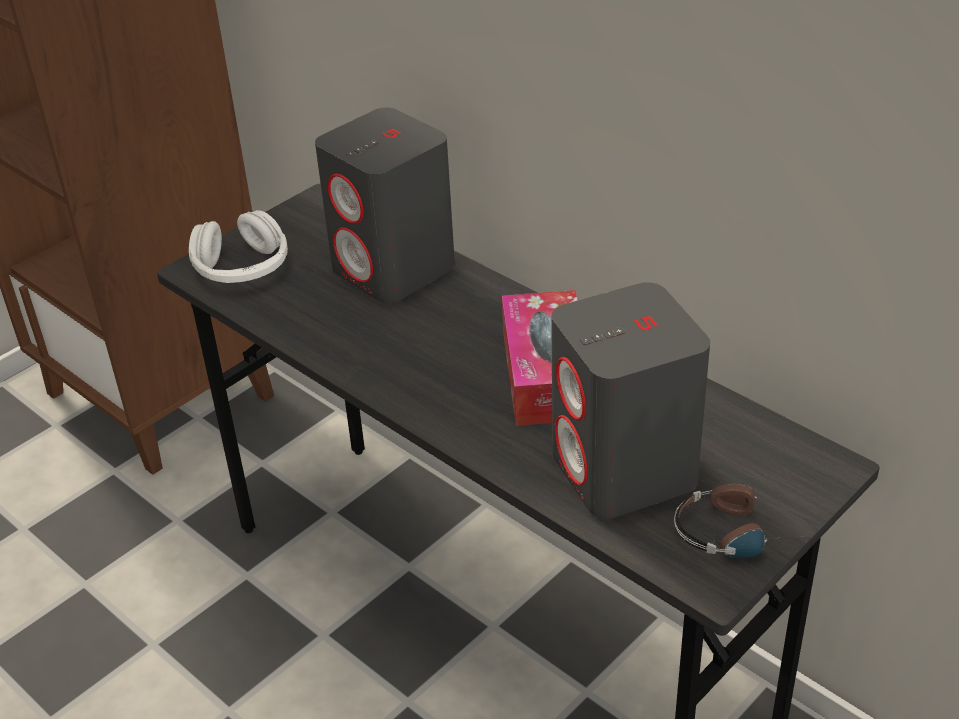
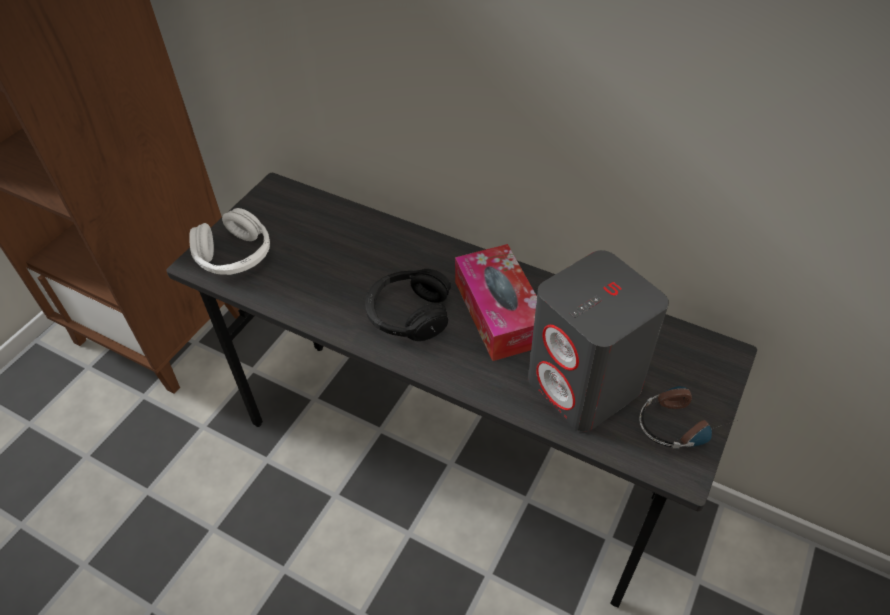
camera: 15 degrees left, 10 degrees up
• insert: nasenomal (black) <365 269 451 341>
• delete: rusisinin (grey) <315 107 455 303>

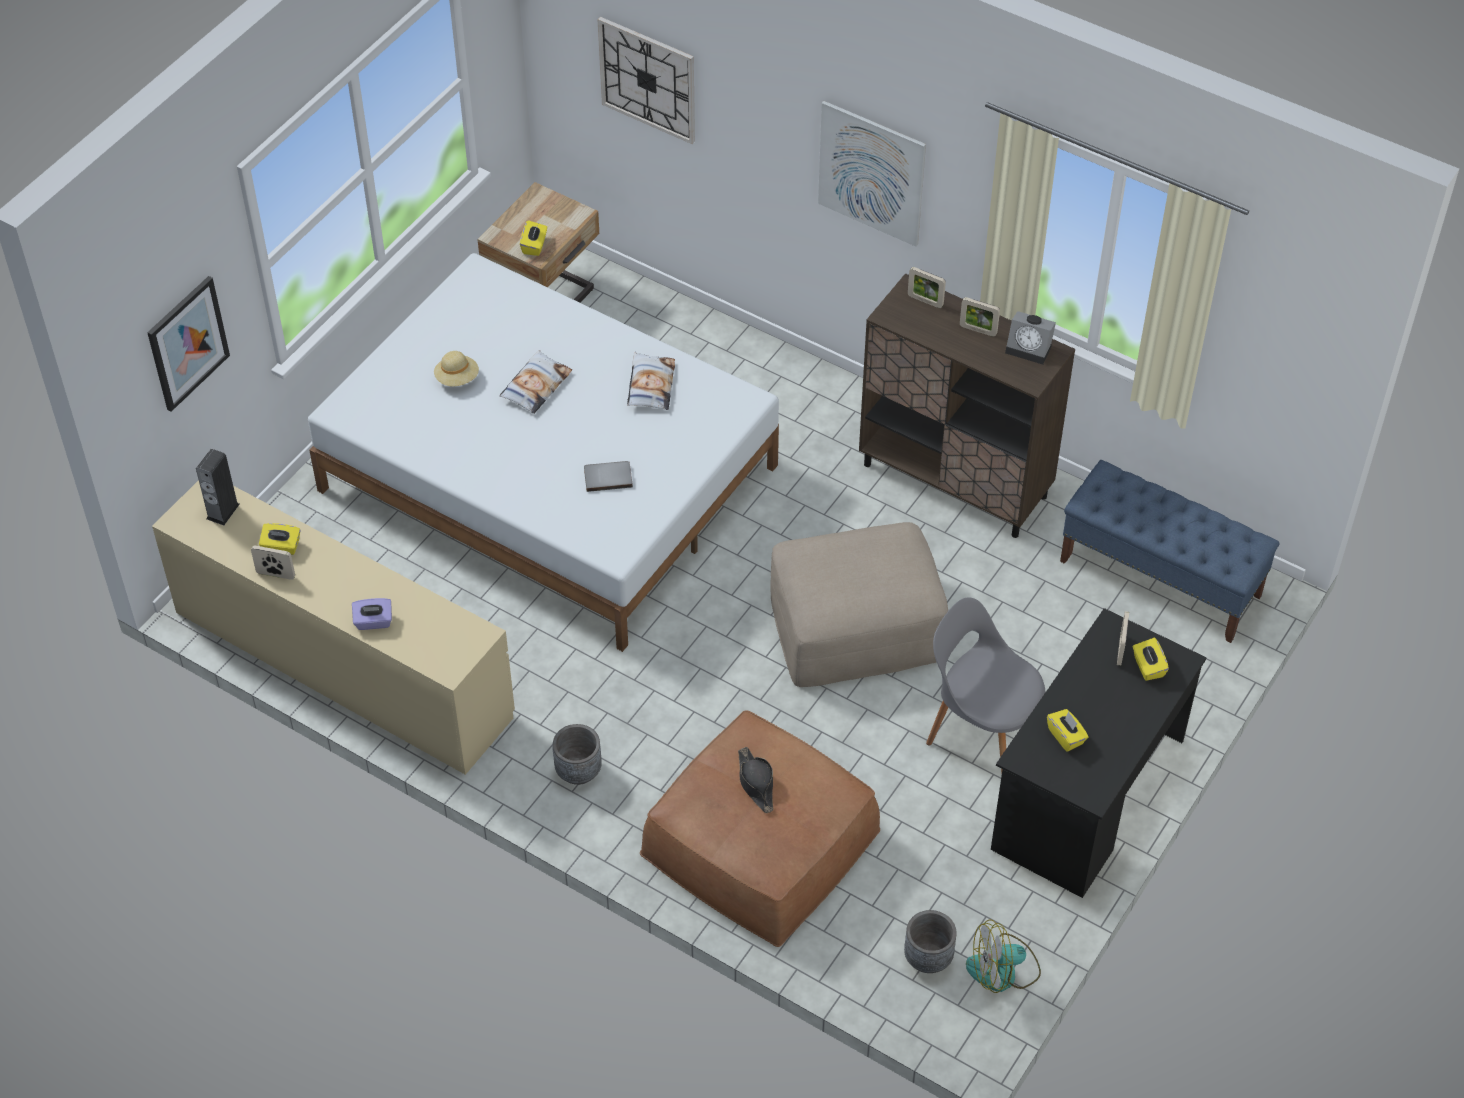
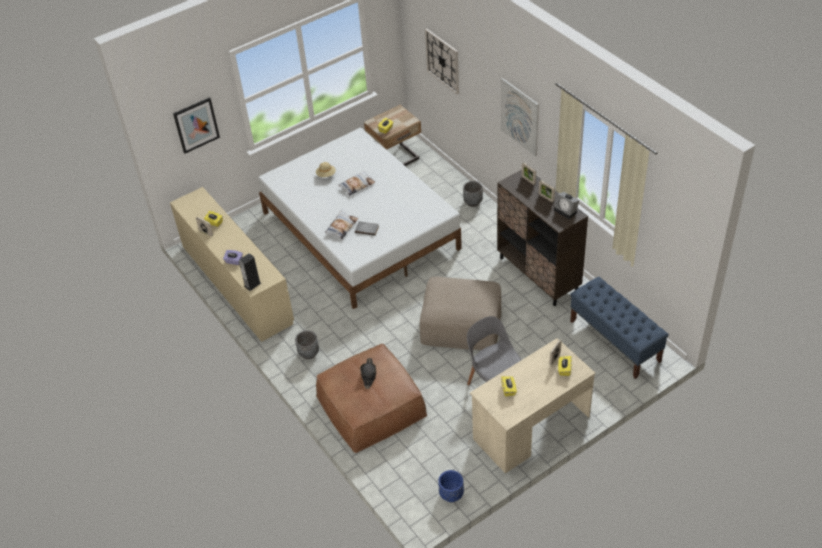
camera: 25 degrees right, 5 degrees down
• move: rusisinin <196 449 240 525> to <239 253 261 291>
• move: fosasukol <627 352 675 410> to <325 211 358 239>
• replace: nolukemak <966 920 1041 993> to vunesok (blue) <438 470 464 502>
• move: vunesok (grey) <904 910 957 973> to <463 181 483 207>
• recolor: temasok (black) <991 608 1207 898> to temasok (beige) <470 338 596 473>

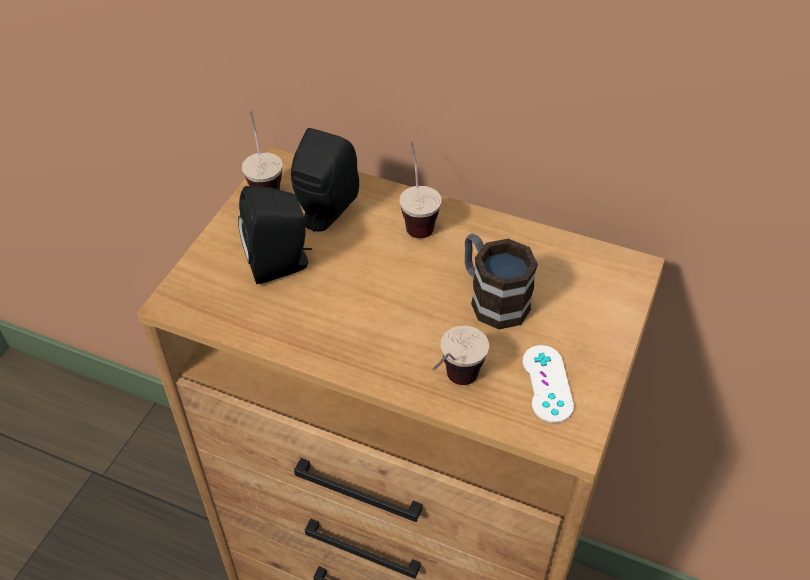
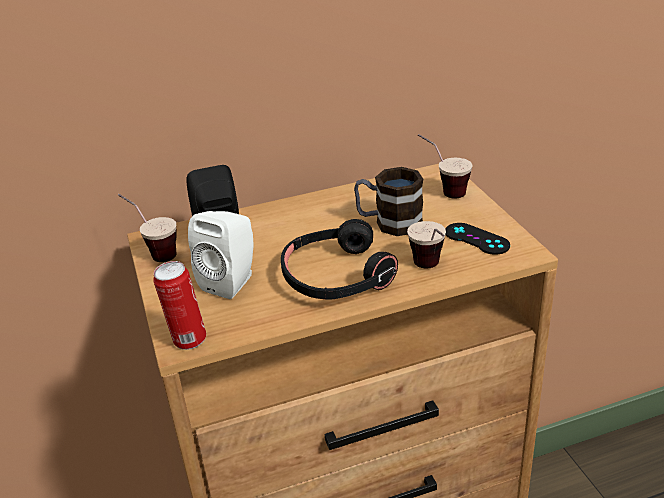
camera: 40 degrees left, 15 degrees down
• insert: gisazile <153 261 206 350>
• recolor: rusisinin (black) <238 186 312 284> to rusisinin (white) <188 211 254 299>
• insert: nasenomal (black) <281 219 398 299>
• move: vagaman <400 141 442 238> to <418 134 472 198>
• recolor: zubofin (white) <523 345 574 423> to zubofin (black) <445 223 510 255>

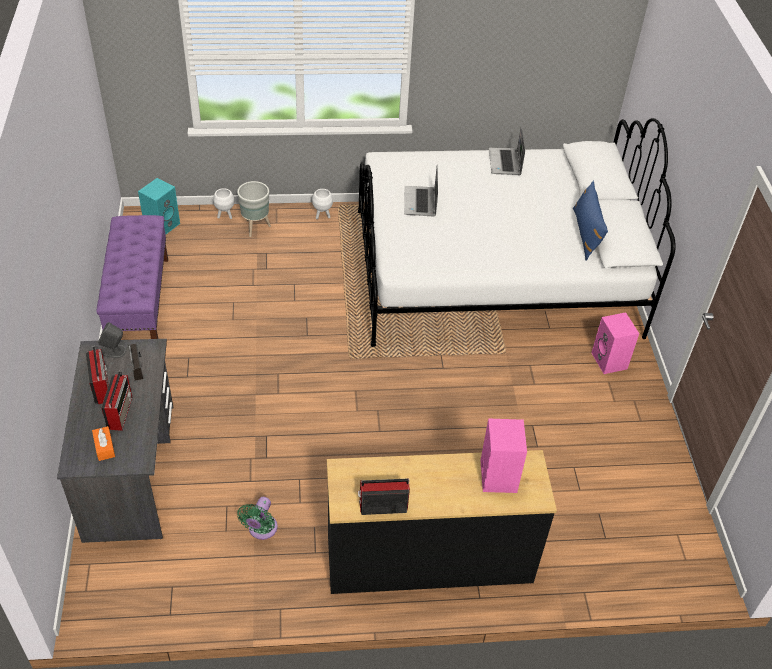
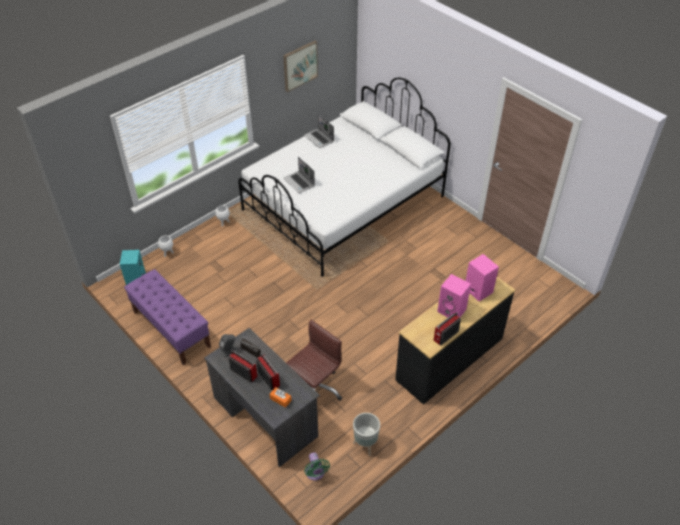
camera: 35 degrees left, 0 degrees up
• insert: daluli <283 41 318 92>
• insert: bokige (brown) <286 320 342 401>
• move: nolukemak (green) <237 497 278 540> to <304 452 330 481>
• move: vunesok (grey) <237 181 271 237> to <353 413 380 456>
• move: rusisinin (pink) <592 312 639 374> to <437 274 471 317>
• delete: fosasukol (blue) <573 181 608 261>

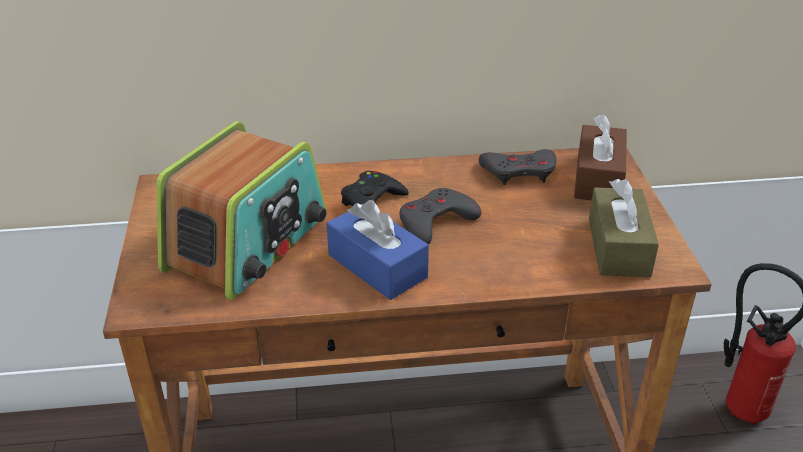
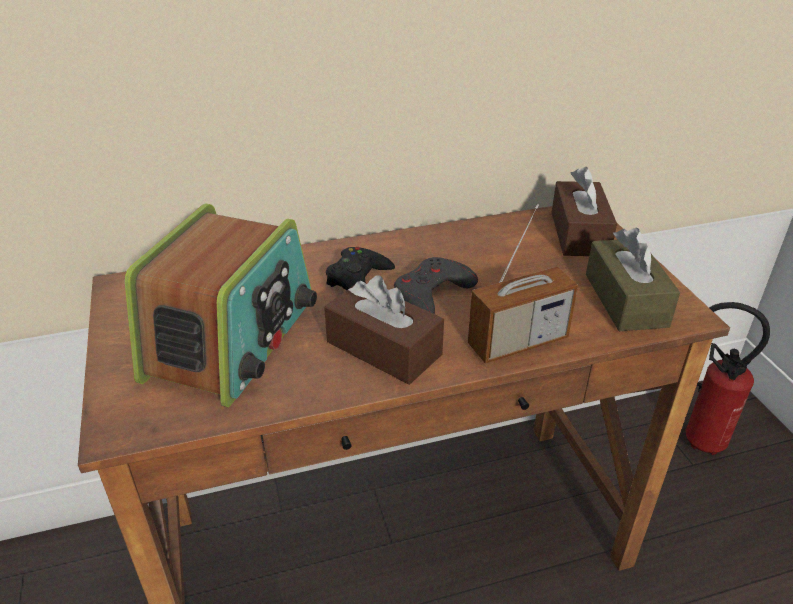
camera: 10 degrees left, 0 degrees up
• recolor: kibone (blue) <327 200 429 300> to kibone (brown) <324 276 444 385>
• insert: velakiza <468 204 578 364>
• delete: zubofin (grey) <479 149 556 185>

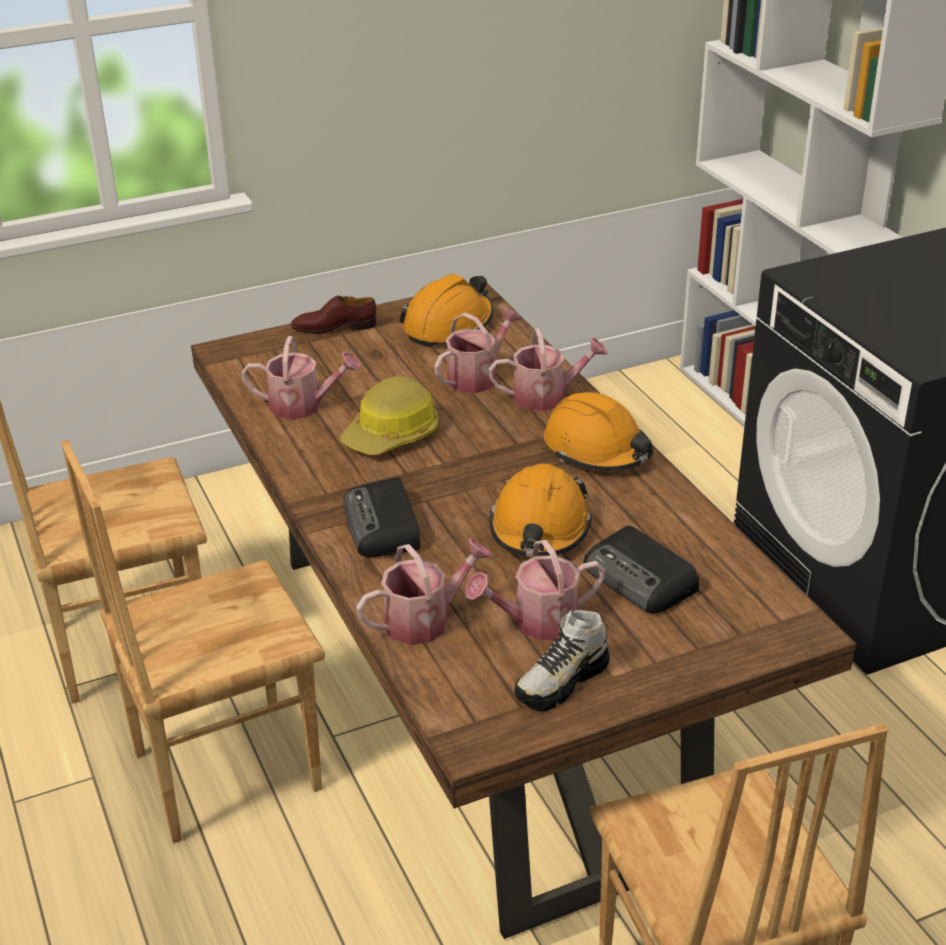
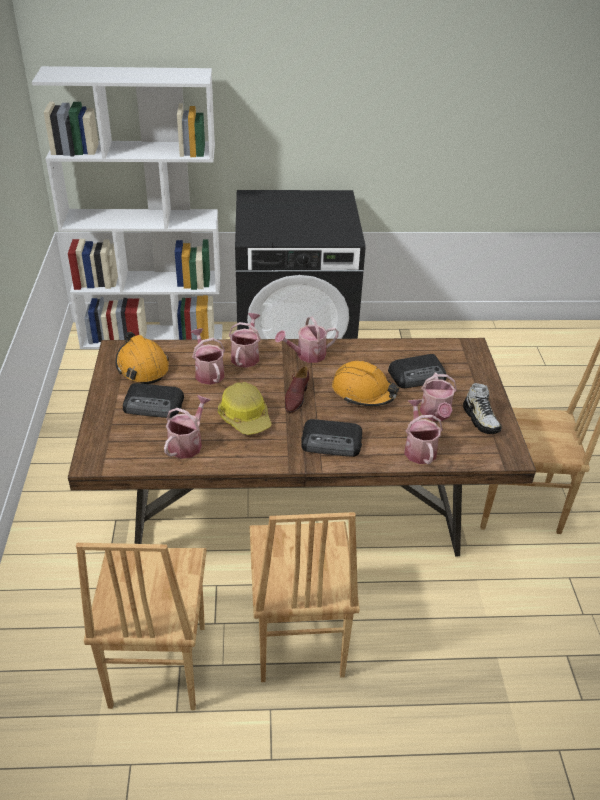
camera: 70 degrees left, 5 degrees up
• insert: velakiza <123 383 184 418>
• replace: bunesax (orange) <544 392 653 471> to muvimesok <275 317 339 363>
• move: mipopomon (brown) <291 296 376 334> to <285 366 309 413>

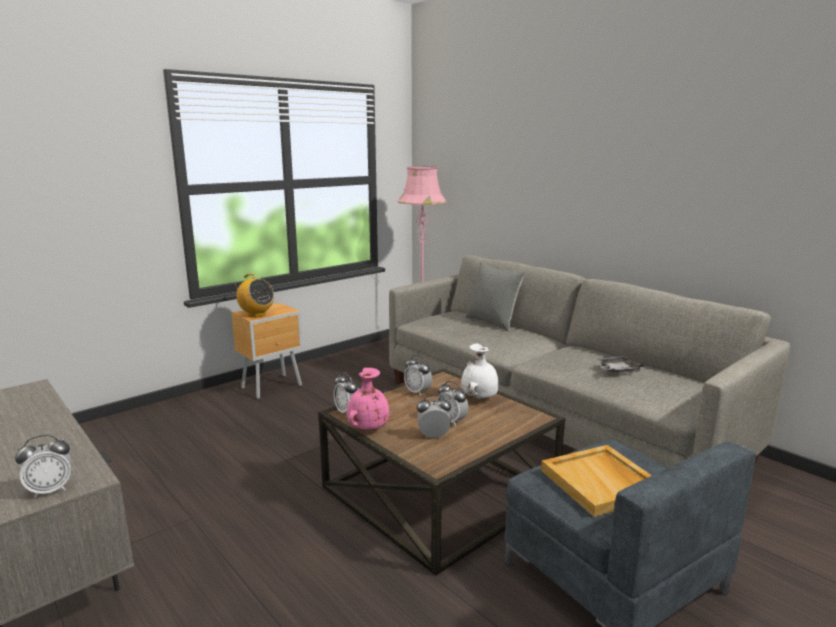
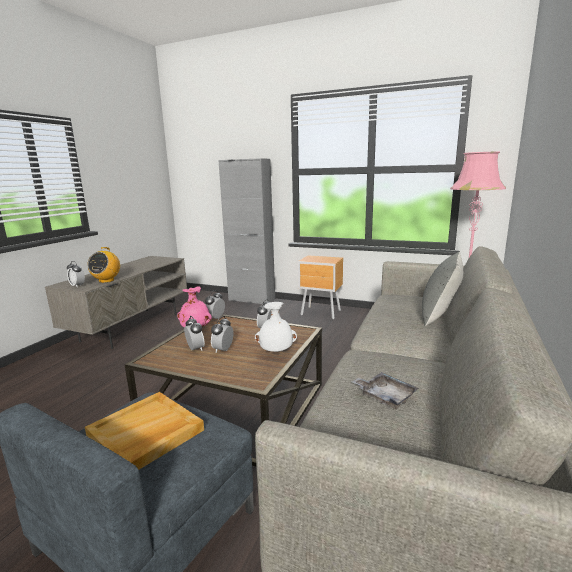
camera: 65 degrees right, 0 degrees up
• move: velakiza <234 274 274 317> to <87 247 120 283>
• insert: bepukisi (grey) <218 158 275 304>

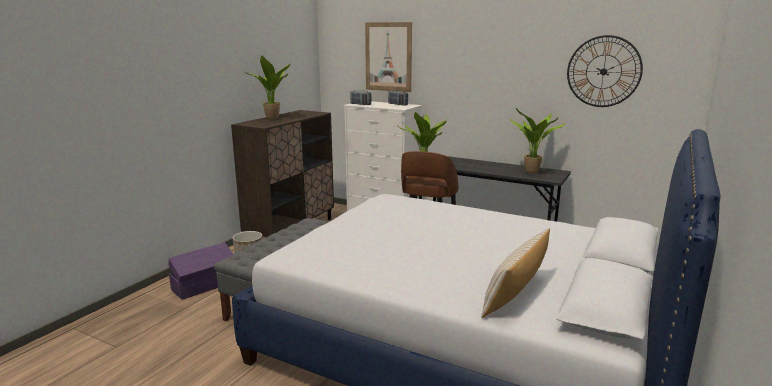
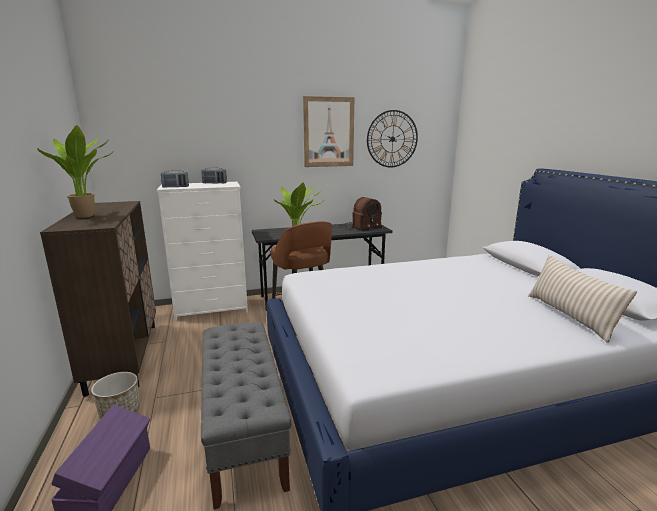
camera: 45 degrees left, 0 degrees up
• move: daluli <365 22 412 92> to <303 96 355 167>
• replace: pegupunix <510 108 566 174> to velakiza <341 197 382 231>

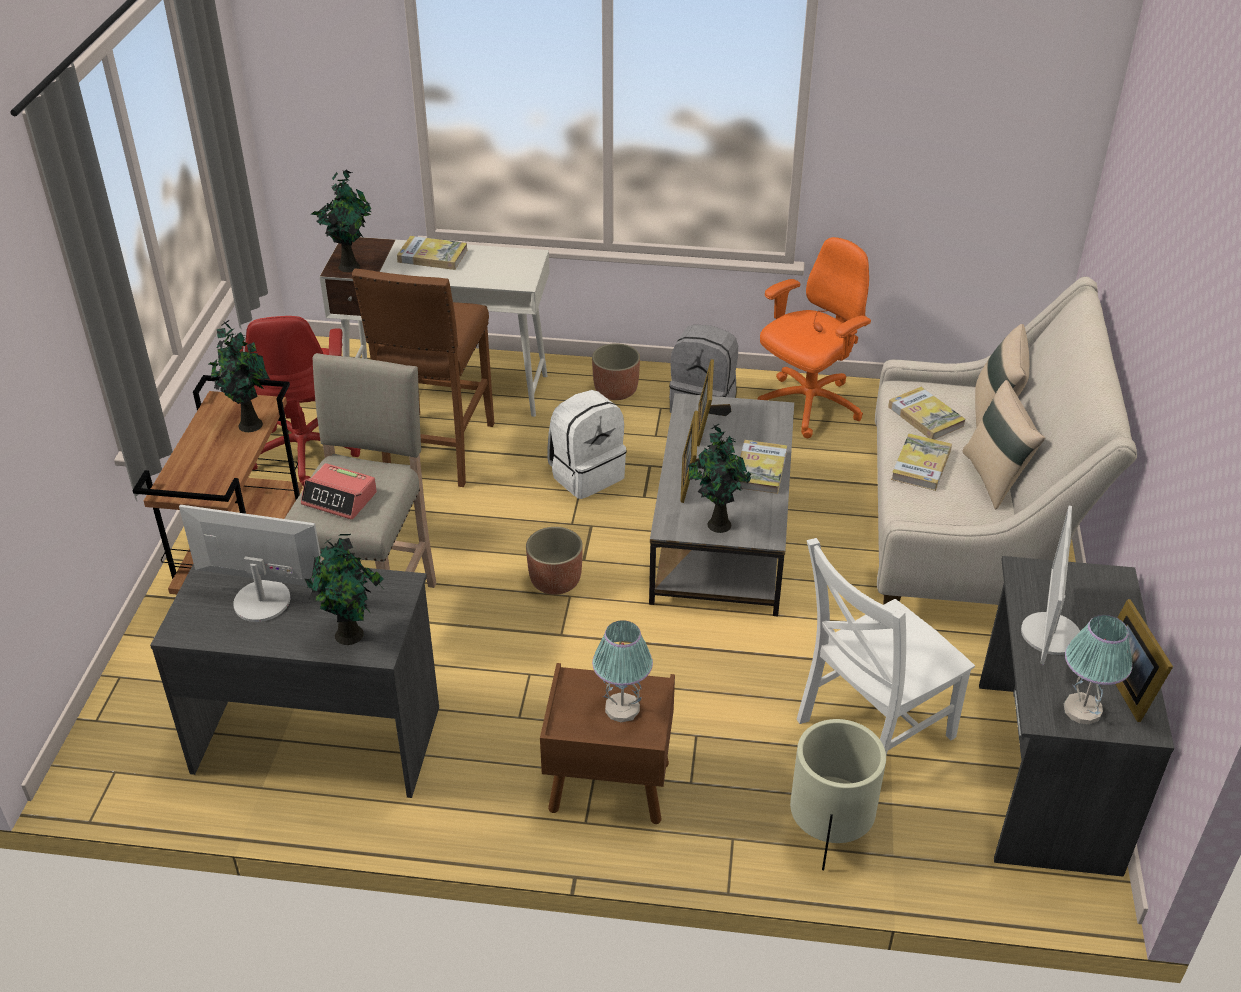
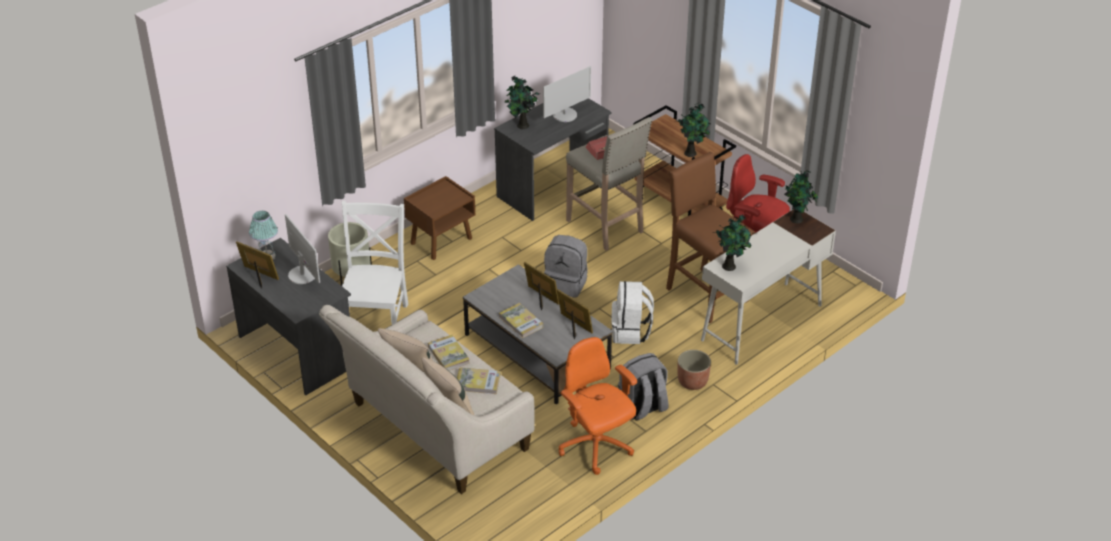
camera: 130 degrees right, 0 degrees up
• replace: vunesok <526 527 583 595> to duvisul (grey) <544 235 588 298>
• rotate: bokige (orange) <757 237 871 438> = <558 337 637 475> 150 degrees clockwise
• move: pegupunix <688 424 751 533> to <712 215 752 271>
• delete: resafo <397 236 467 270>
• delete: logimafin <592 620 653 722>

